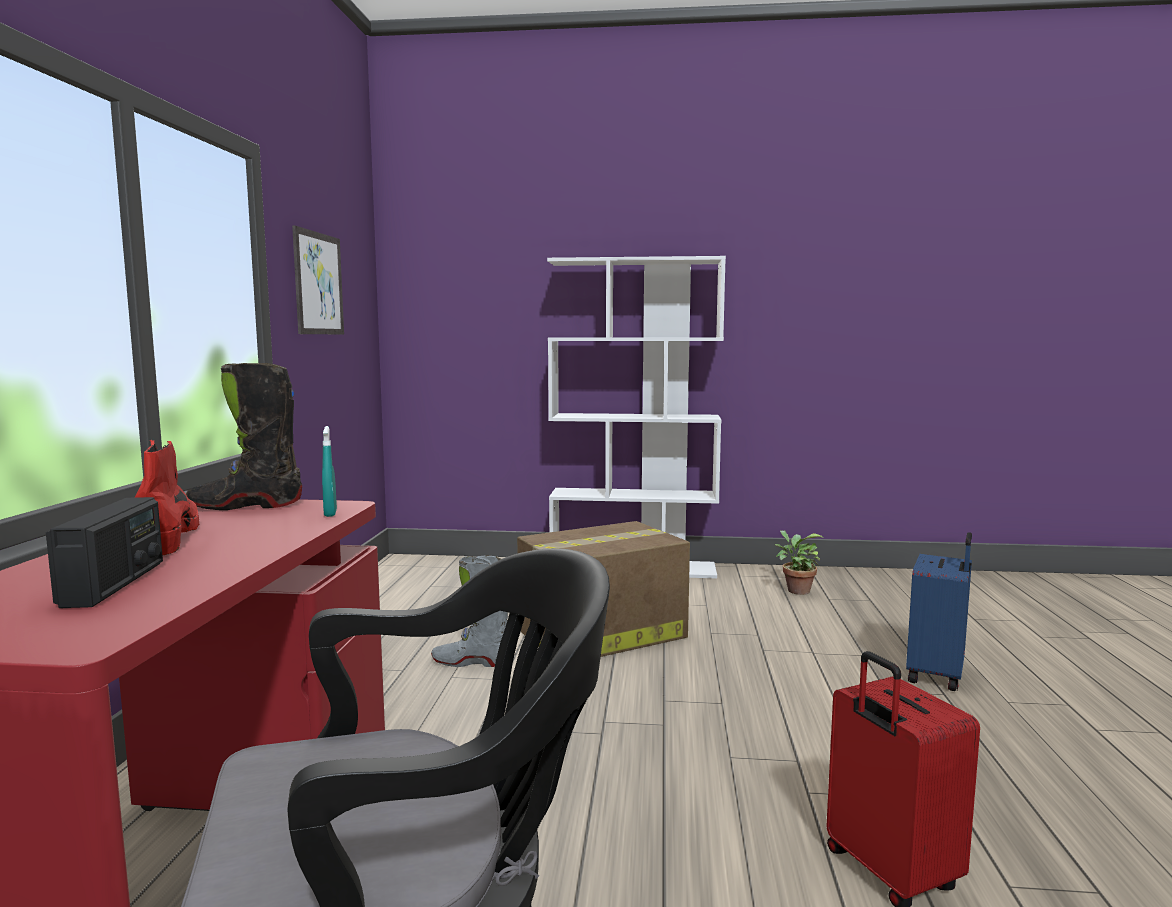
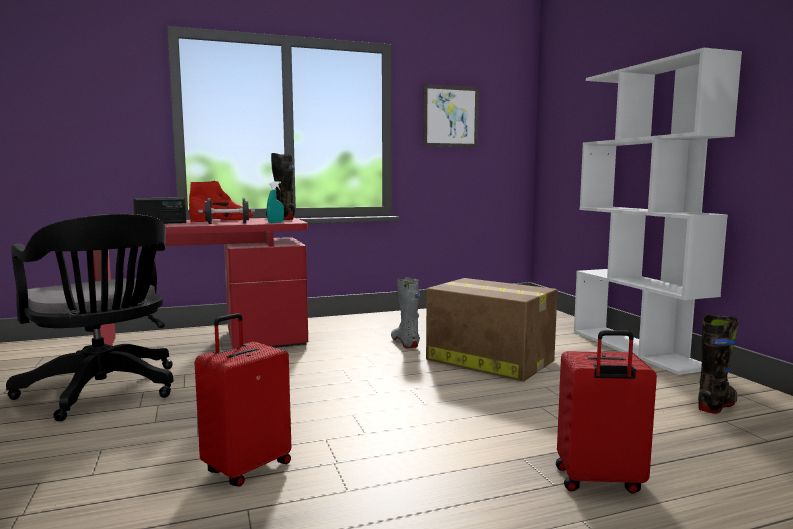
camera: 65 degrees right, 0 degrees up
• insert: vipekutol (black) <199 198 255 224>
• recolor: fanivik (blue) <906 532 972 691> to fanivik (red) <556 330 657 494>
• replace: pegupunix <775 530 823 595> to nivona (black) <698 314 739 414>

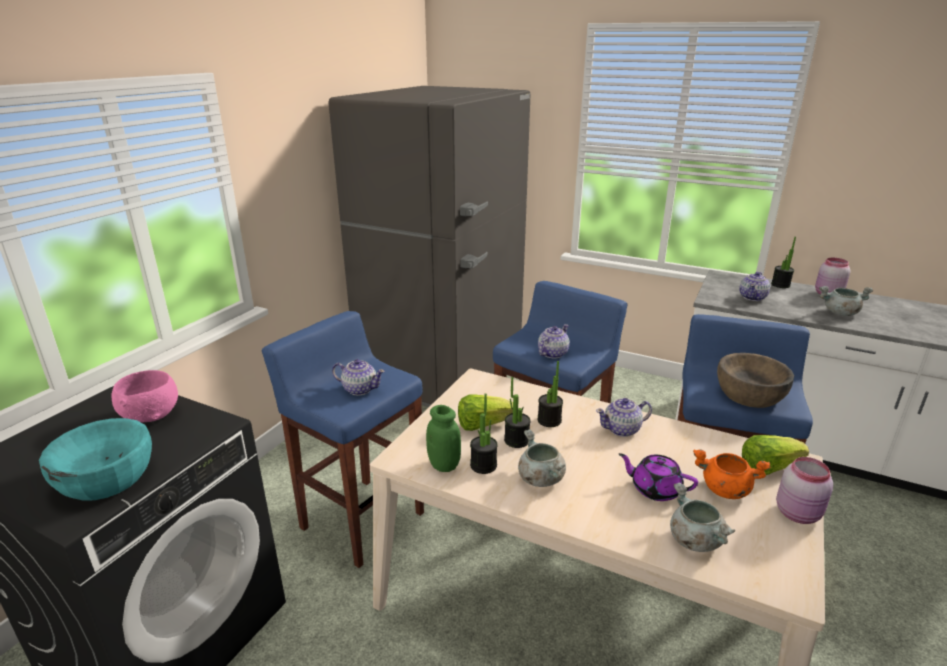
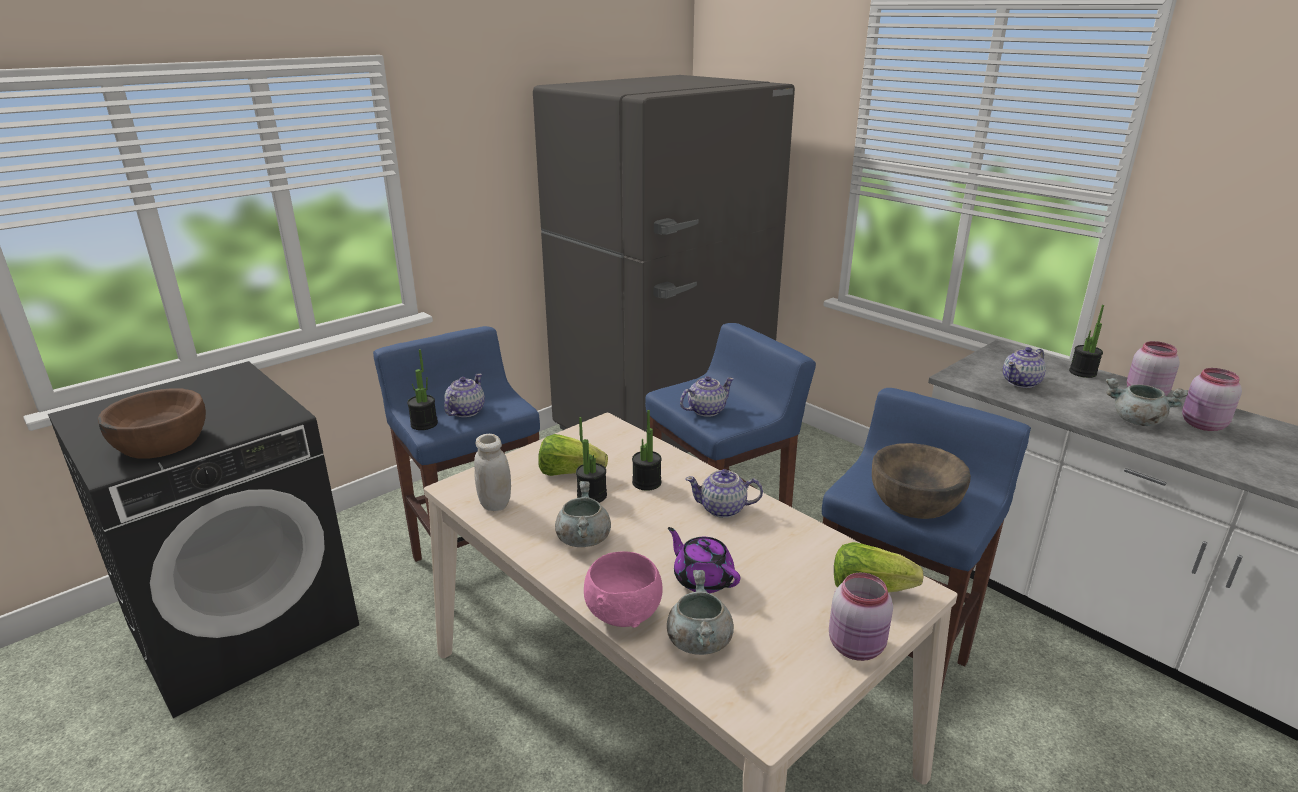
camera: 20 degrees right, 0 degrees up
• recolor: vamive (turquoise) <39 418 152 501> to vamive (brown) <98 389 206 459>
• move: pegupunix <470 394 498 474> to <407 349 438 430>
• rotate: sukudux <332 359 385 396> = <444 373 485 417> 105 degrees counterclockwise
• recolor: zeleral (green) <426 405 461 472> to zeleral (white) <474 434 511 511>
• move: vamive (pink) <111 370 178 423> to <584 551 663 628>
• insert: zeleral (pink) <1182 368 1242 431>
• delete: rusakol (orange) <693 450 770 499>

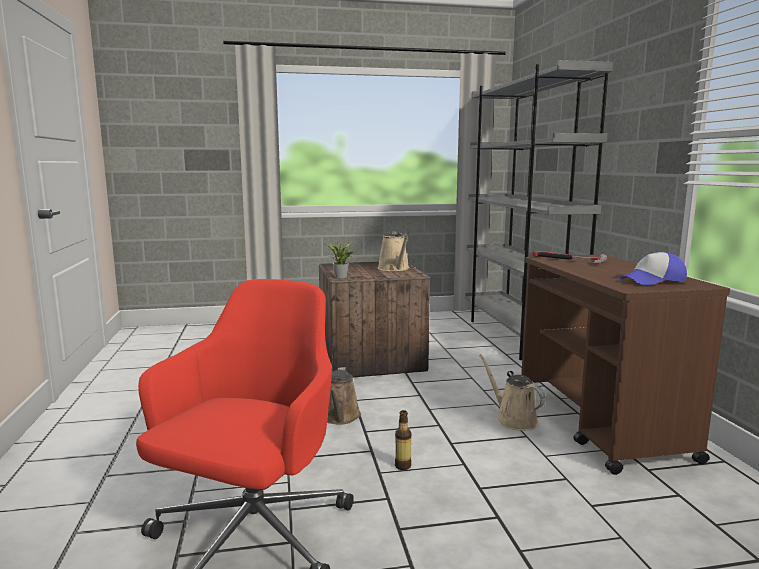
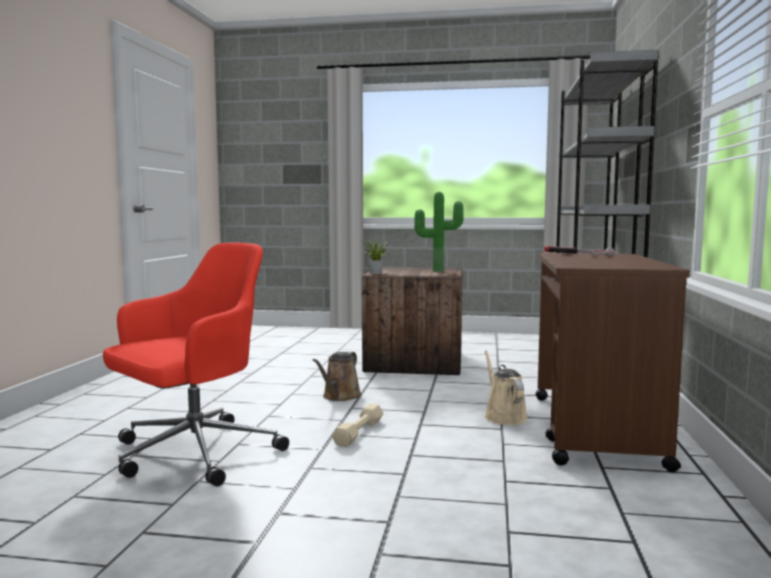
camera: 20 degrees right, 5 degrees down
• replace: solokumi <395 410 411 470> to vipekutol (beige) <332 404 383 447>
• replace: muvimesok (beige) <378 231 409 271> to pegupunix <414 192 464 272>
• delete: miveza <620 252 687 286>

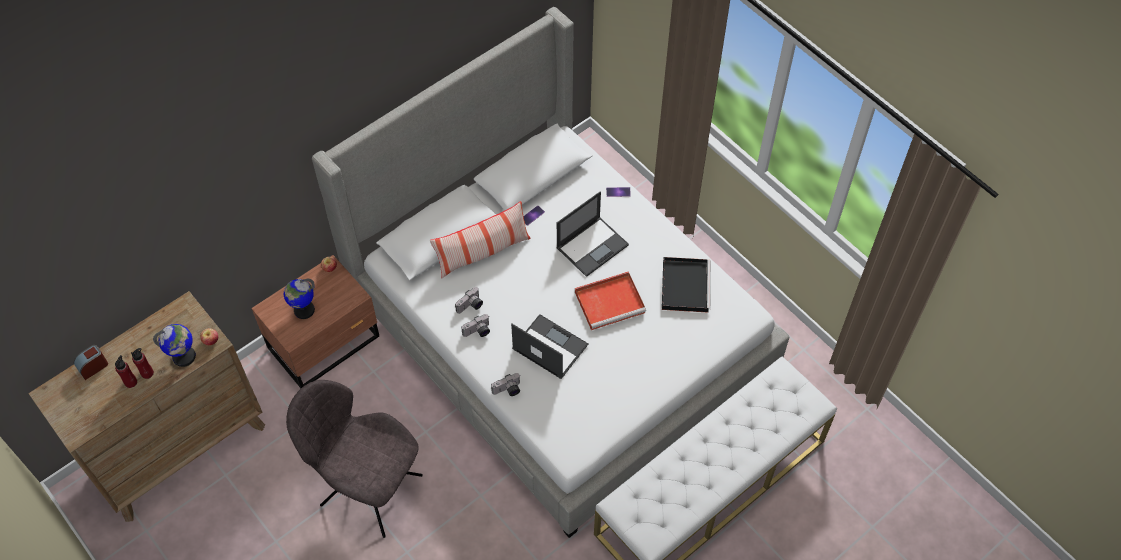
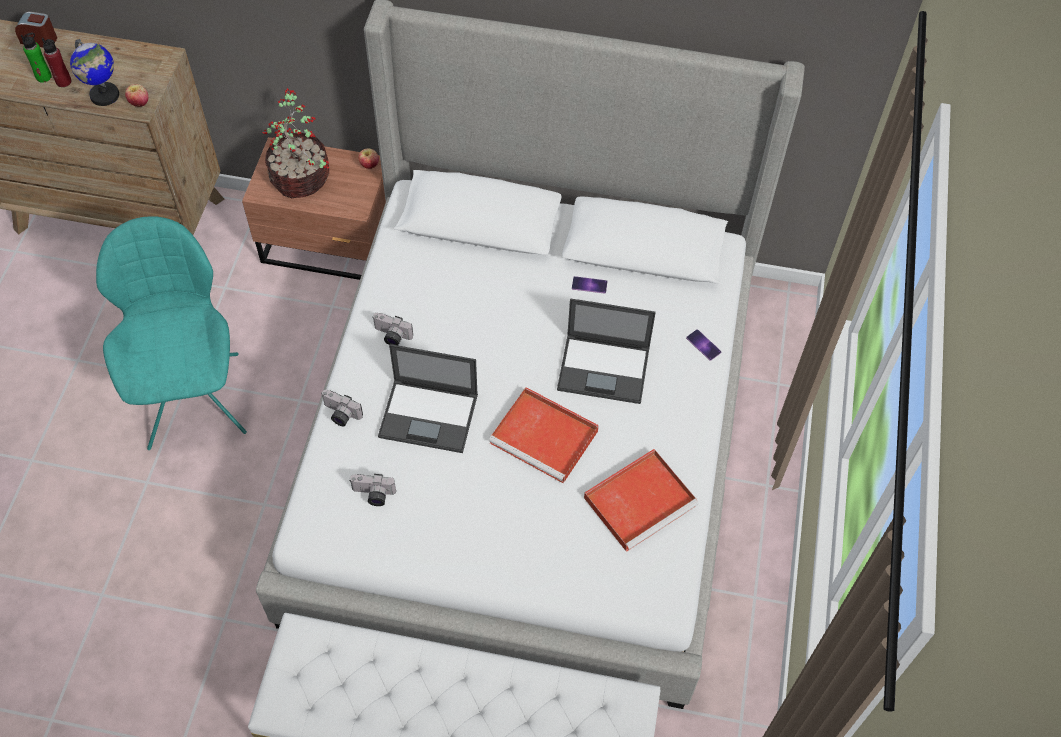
camera: 50 degrees right, 0 degrees up
• recolor: solokumi (red) <115 355 137 388> to solokumi (green) <21 33 52 83>
• recolor: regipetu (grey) <286 380 423 538> to regipetu (turquoise) <96 216 247 450>
• replace: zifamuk <284 279 315 319> to pegupunix <262 88 329 198>
• move: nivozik <455 287 483 314> to <349 474 396 506>
• rotate: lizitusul <511 314 589 379> = <378 344 478 453> 105 degrees clockwise
• recolor: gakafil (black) <662 257 711 313> to gakafil (red) <584 449 699 552>
• delete: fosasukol <430 201 531 279>

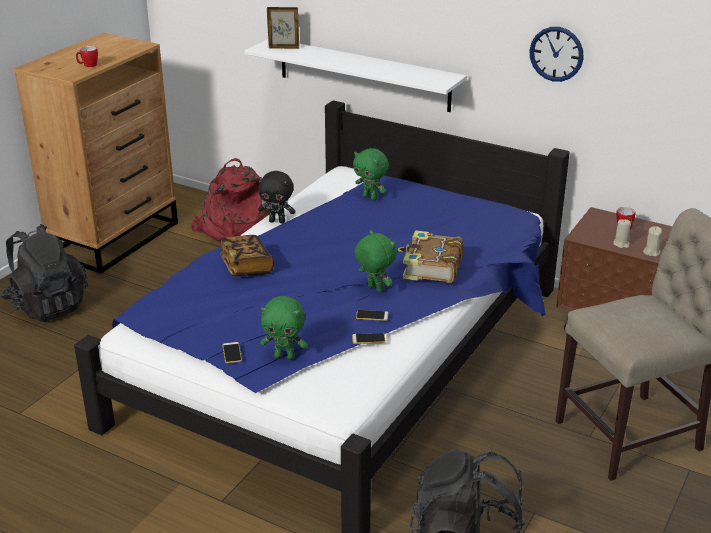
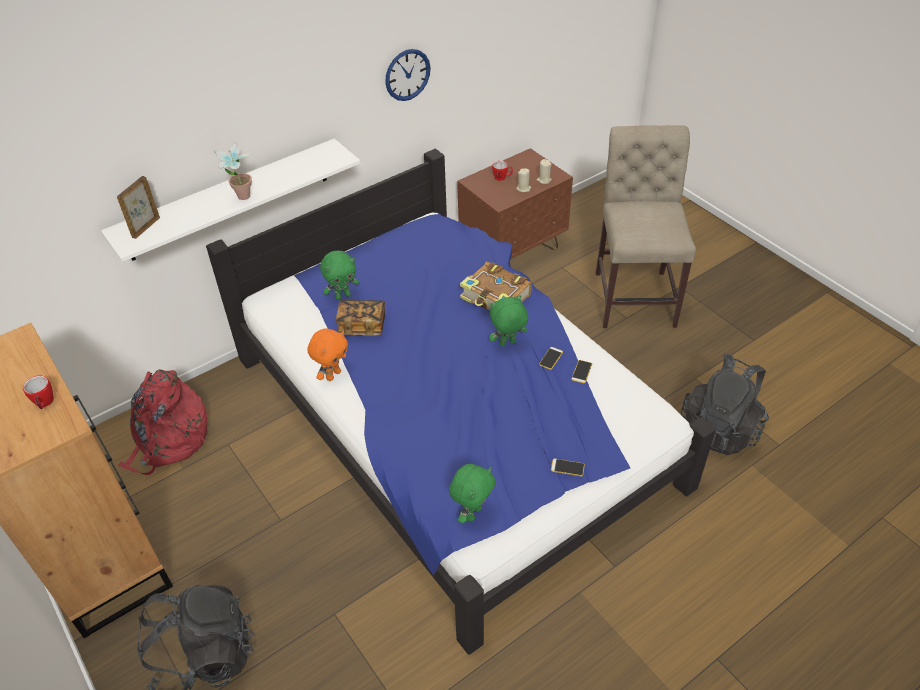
camera: 65 degrees left, 15 degrees up
• insert: pegupunix <214 141 252 200>
• recolor: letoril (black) <258 171 296 223> to letoril (orange) <308 329 348 381>
• move: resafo <220 235 274 276> to <336 300 385 336>
• move: letoril (green) <260 296 308 360> to <449 464 495 523>

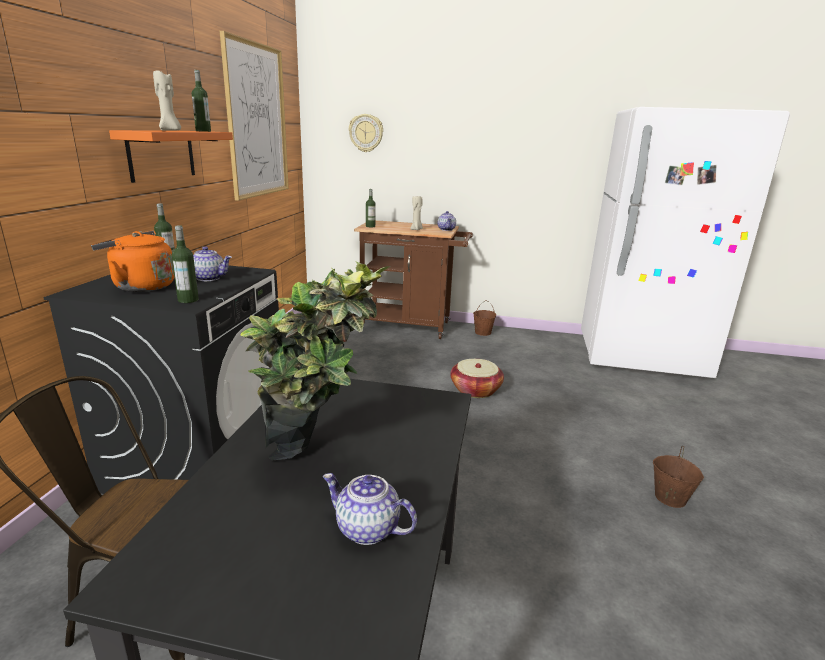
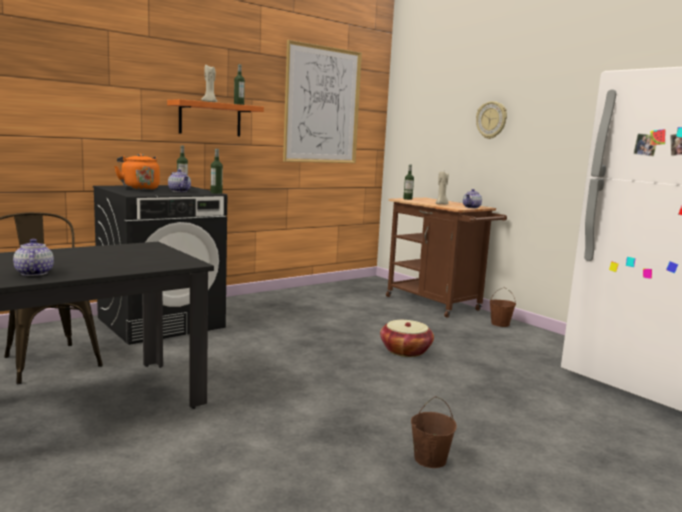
camera: 40 degrees right, 10 degrees down
• move: solokumi <171 225 199 303> to <211 149 223 194>
• move: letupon <349 114 383 152> to <476 101 507 139>
• delete: pegupunix <240 261 391 461>

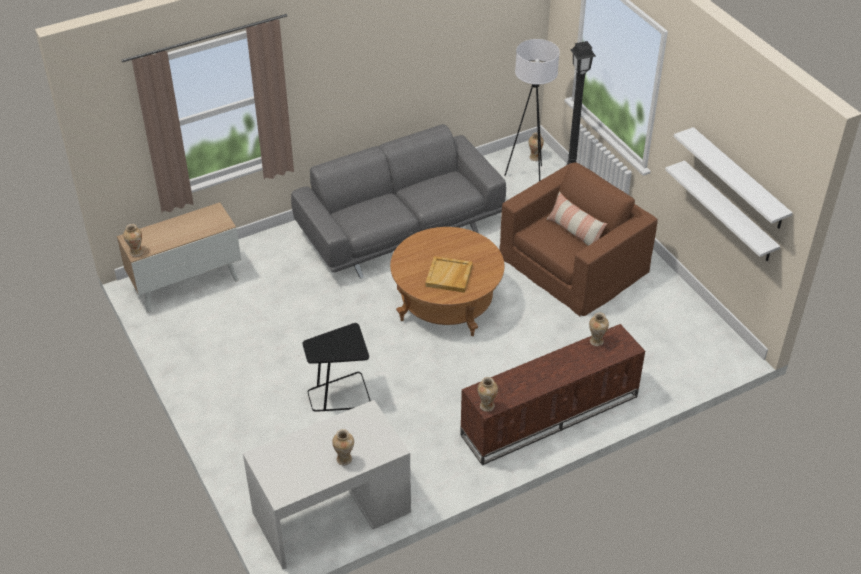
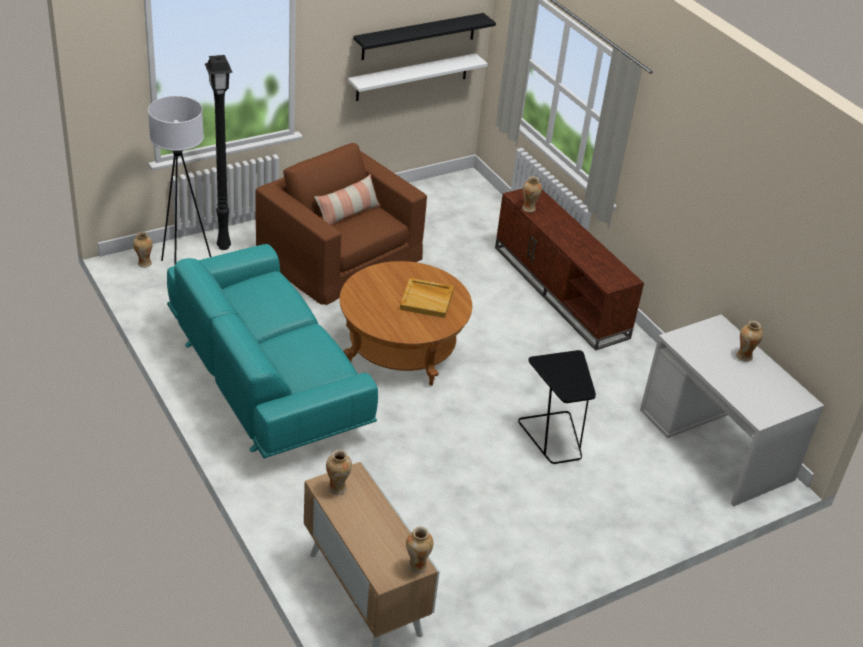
camera: 95 degrees left, 5 degrees down
• recolor: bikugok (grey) <291 124 506 279> to bikugok (turquoise) <167 244 378 458>
• move: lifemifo <478 377 498 412> to <326 450 352 495>
• recolor: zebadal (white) <674 127 793 229> to zebadal (black) <353 13 496 60>

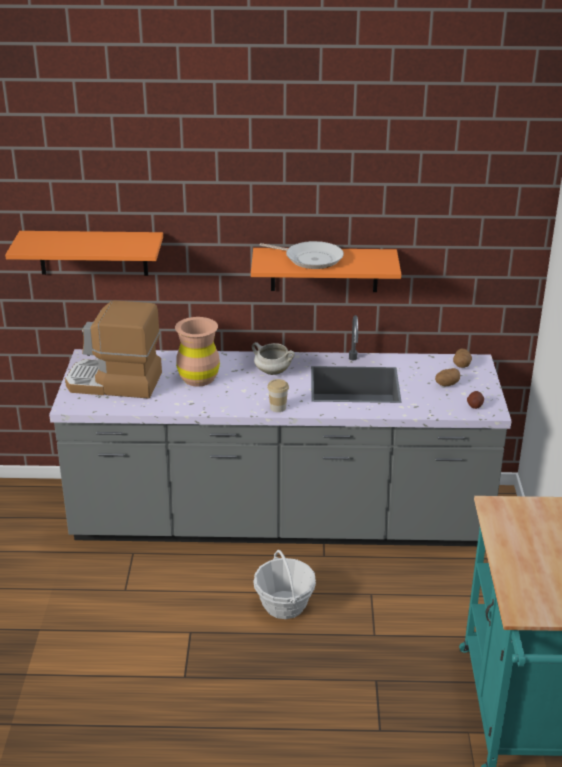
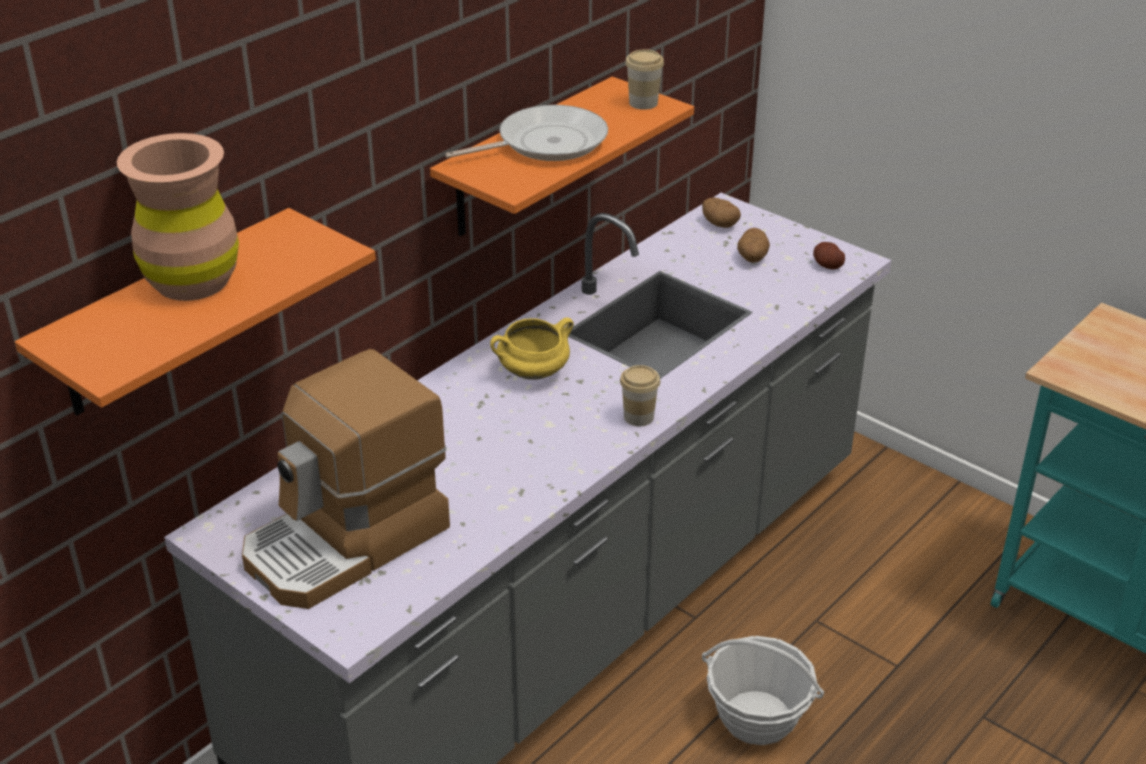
camera: 50 degrees left, 5 degrees up
• move: lifemifo (brown) <175 317 220 387> to <117 133 239 301>
• recolor: rusakol (white) <252 342 295 375> to rusakol (yellow) <490 318 574 380>
• insert: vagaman <625 49 664 110>

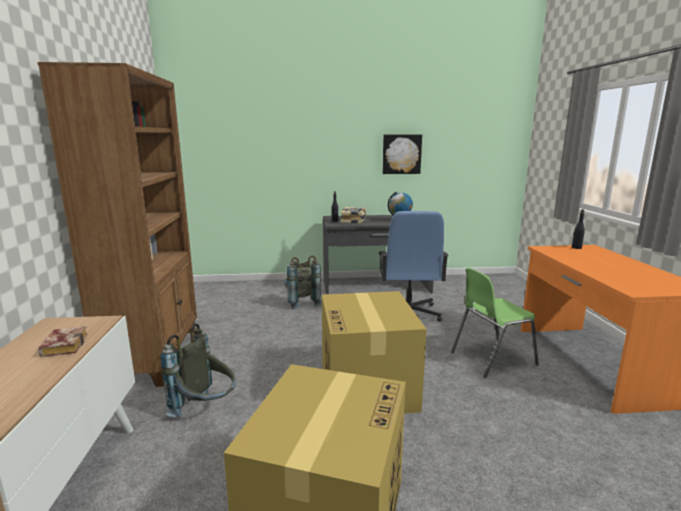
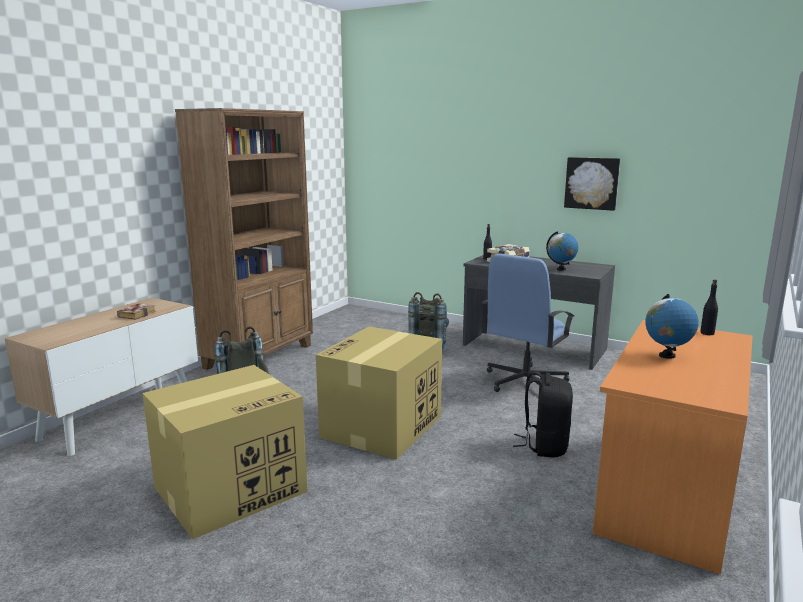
camera: 35 degrees right, 0 degrees up
• replace: regipetu (green) <451 268 539 378> to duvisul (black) <513 370 573 458>
• insert: zifamuk <645 294 698 359>

